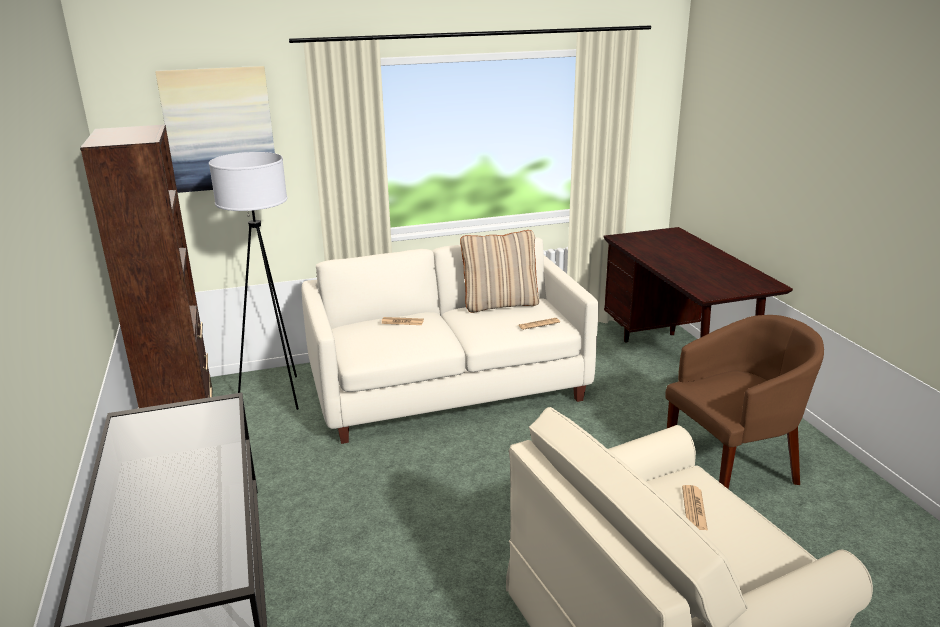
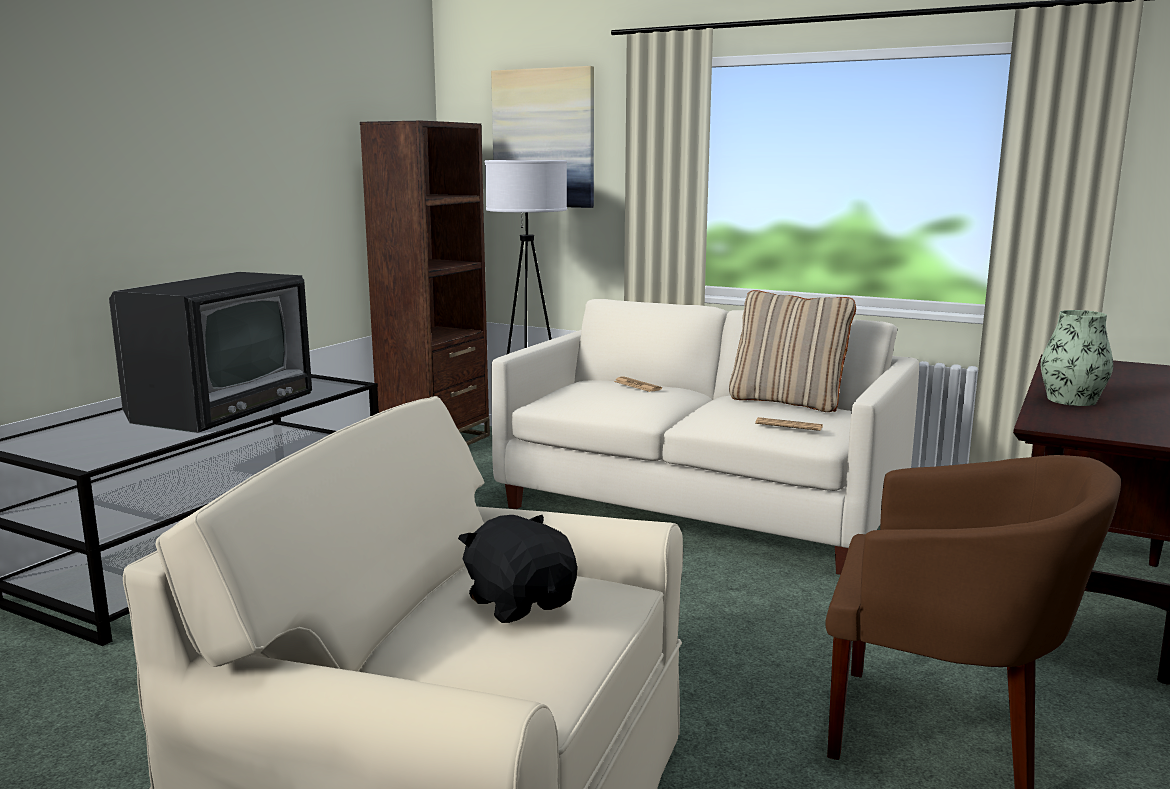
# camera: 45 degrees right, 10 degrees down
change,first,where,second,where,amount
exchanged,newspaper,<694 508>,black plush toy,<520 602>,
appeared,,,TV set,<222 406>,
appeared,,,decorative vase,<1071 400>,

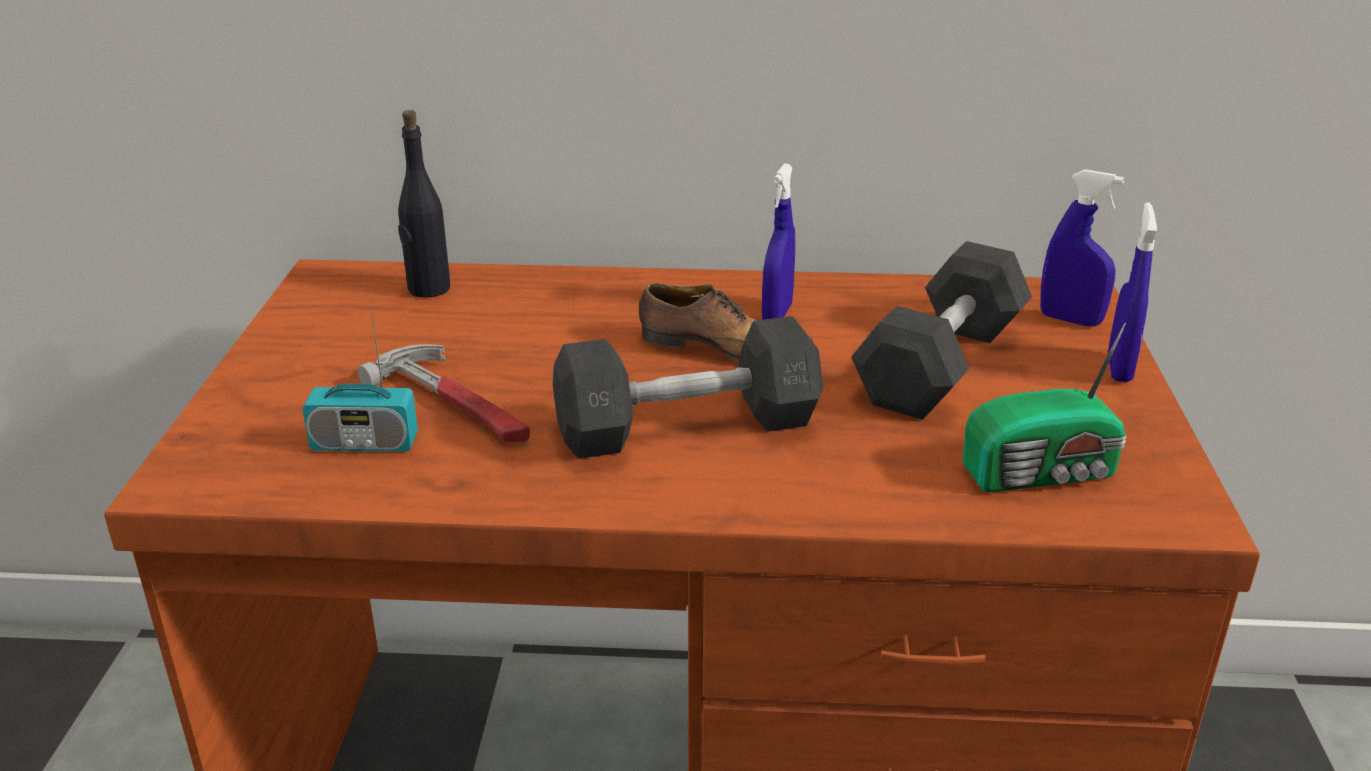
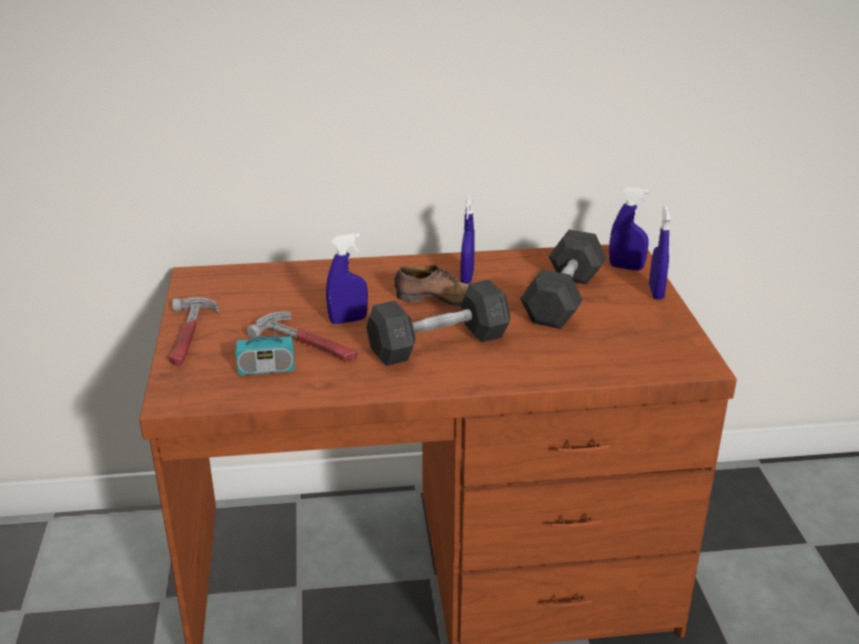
# camera: 10 degrees left, 0 degrees up
change,first,where,second,where,amount
missing,black beverage bottle,<428 289>,,,
missing,radio,<1044 473>,,,
appeared,,,blue-coloured sprayer,<348 320>,
appeared,,,hand hammer,<189 336>,

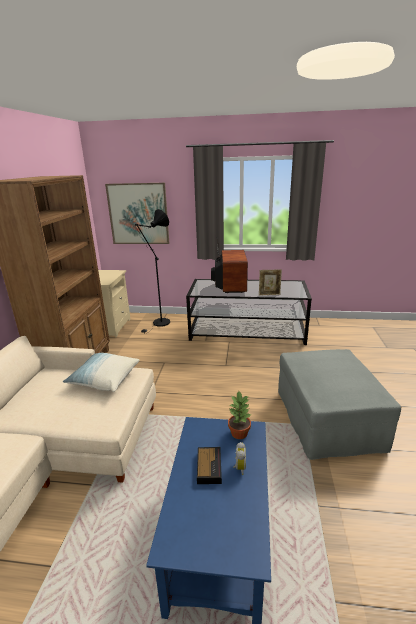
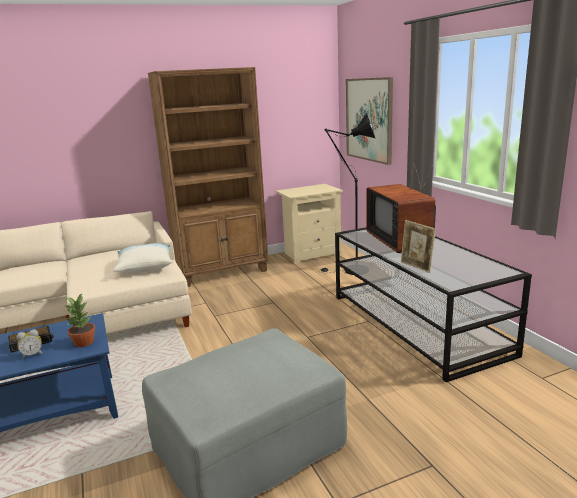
# camera: 60 degrees right, 5 degrees down
change,first,where,second,where,amount
spun,TV set,<230 287>,,<402 242>,105 degrees clockwise

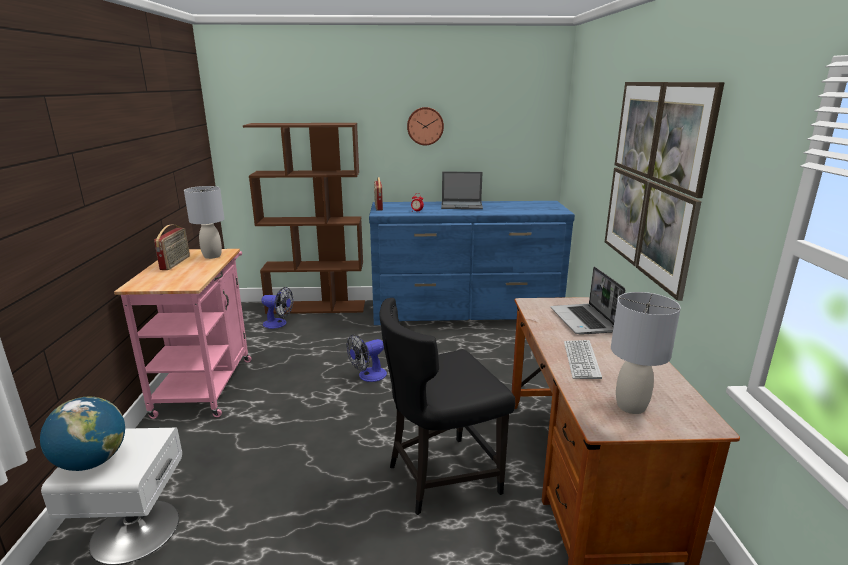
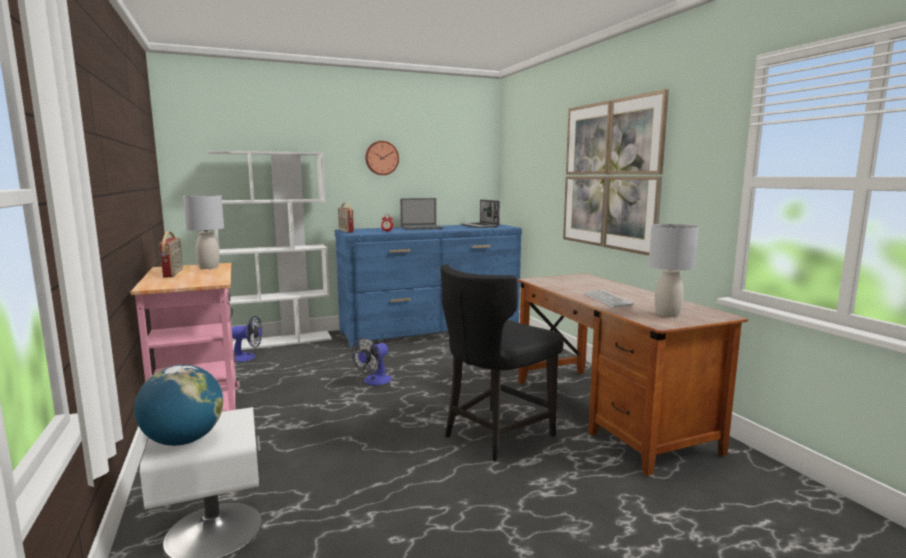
# camera: 20 degrees left, 10 degrees down
change,first,where,second,where,amount
colour,brown shelving unit,<317 307>,white-coloured shelving unit,<279 341>,
relocated,portable computer,<584 320>,,<480 226>,

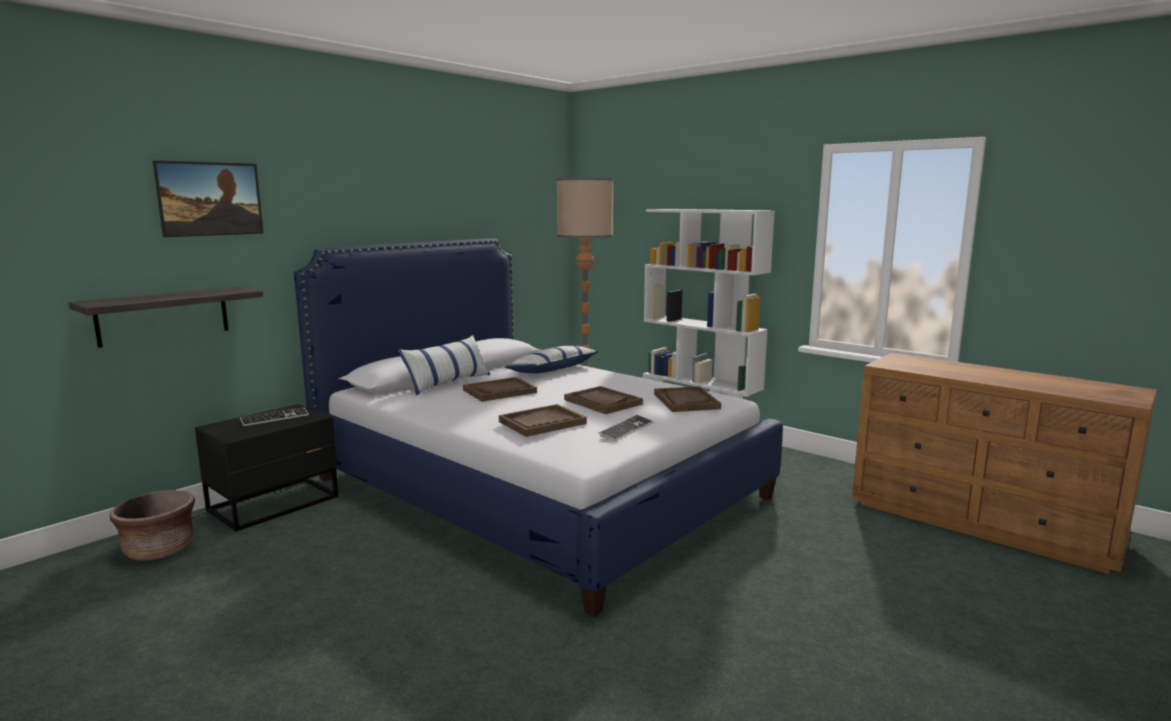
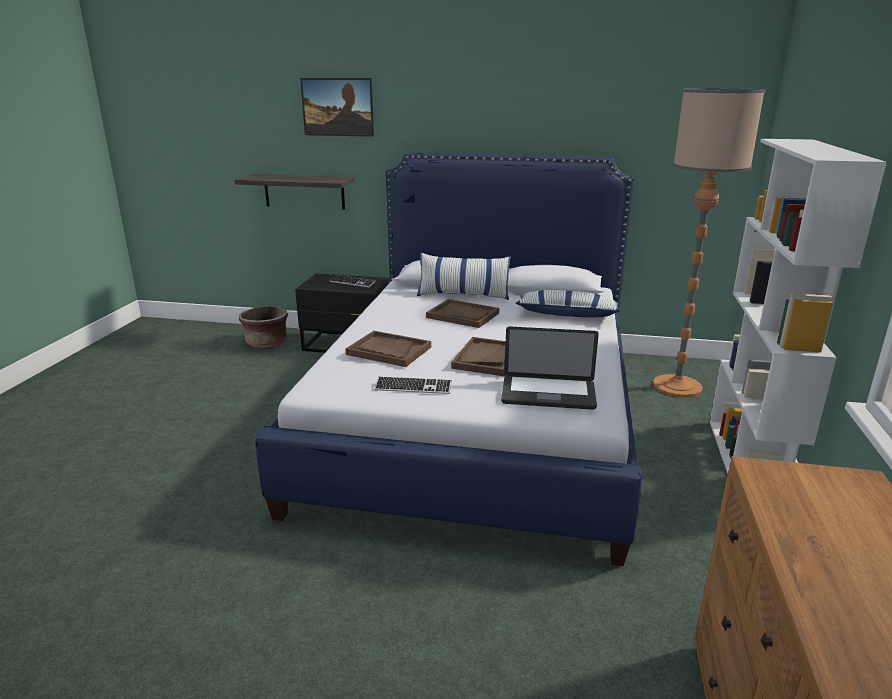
# camera: 60 degrees right, 10 degrees up
change,first,where,second,where,amount
exchanged,brown tray,<686 401>,portable computer,<548 394>,

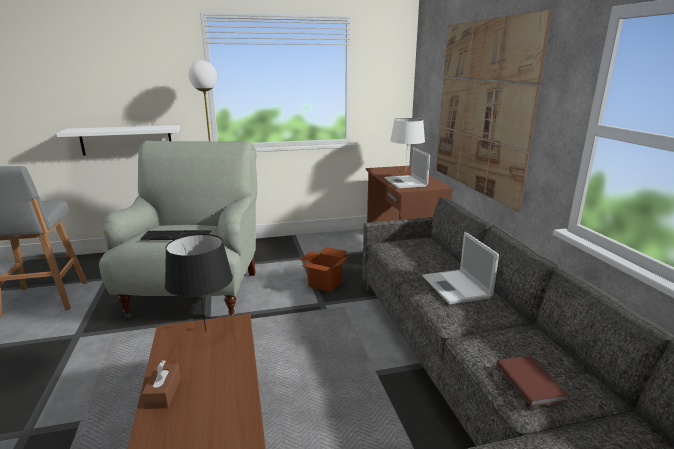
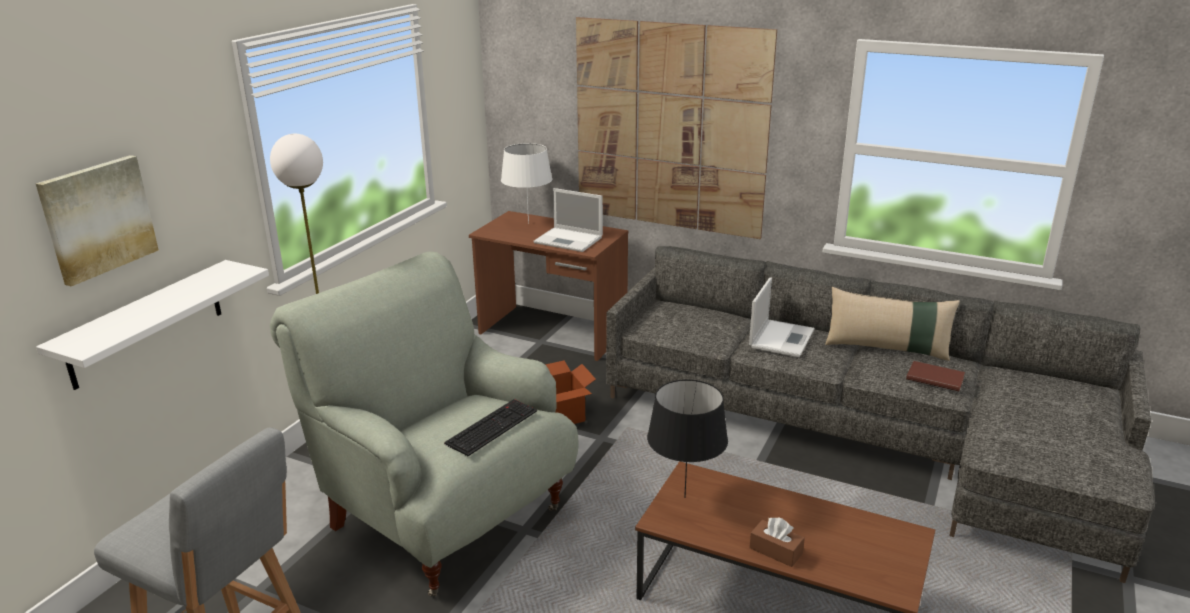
# camera: 50 degrees left, 5 degrees up
change,first,where,second,where,amount
spun,portable computer,<457 287>,,<781 338>,90 degrees counterclockwise
appeared,,,picture,<98 218>,
appeared,,,sand-coloured cushion,<887 348>,

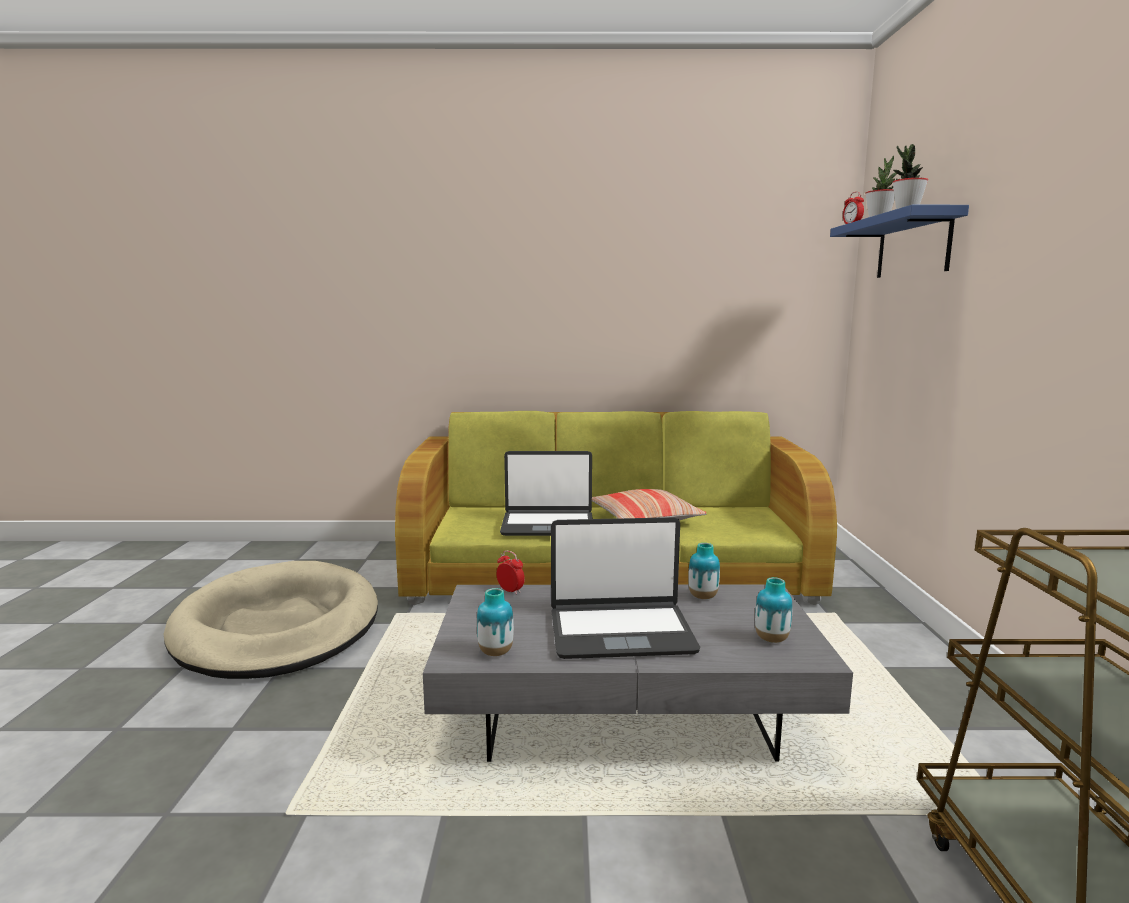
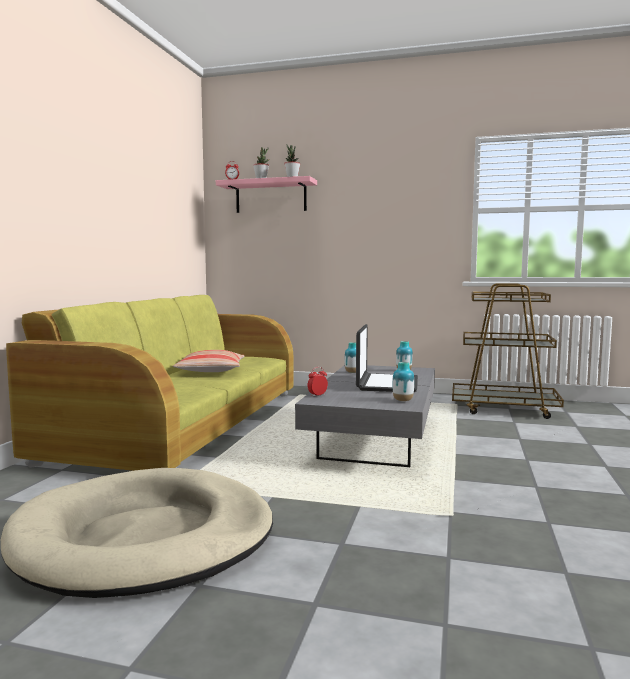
# camera: 75 degrees left, 5 degrees down
change,first,where,second,where,amount
colour,blue-coloured wall shelf,<913 246>,pink-coloured wall shelf,<271 197>,
missing,portable computer,<547 525>,,,

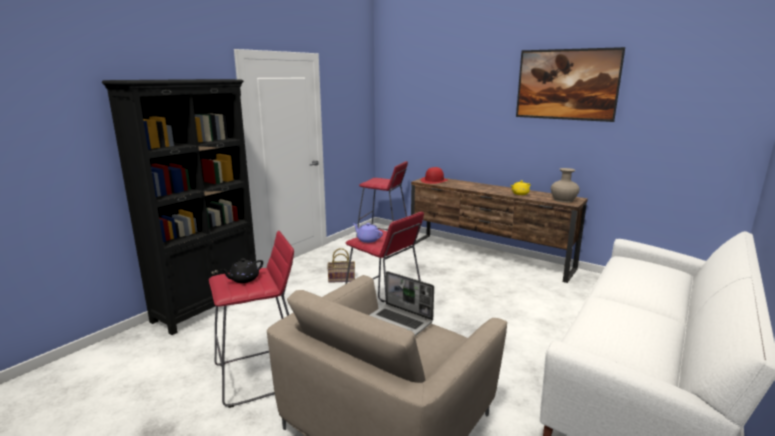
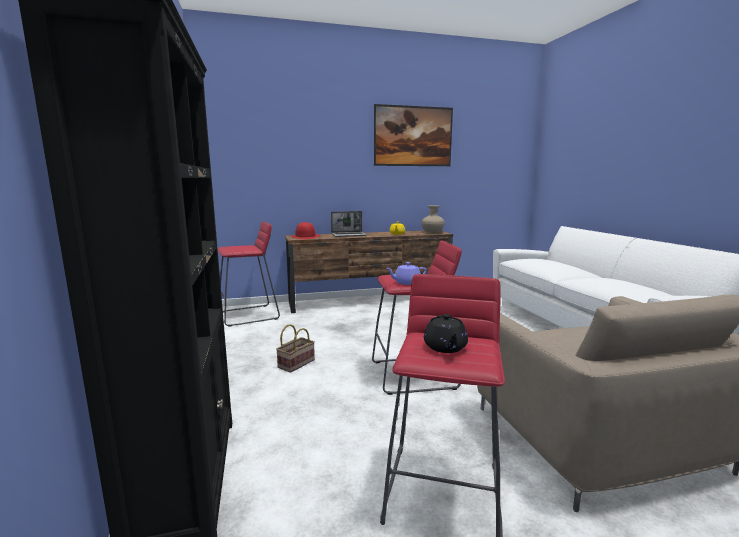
# camera: 50 degrees left, 5 degrees down
change,first,where,second,where,amount
relocated,portable computer,<399 322>,,<349 235>,

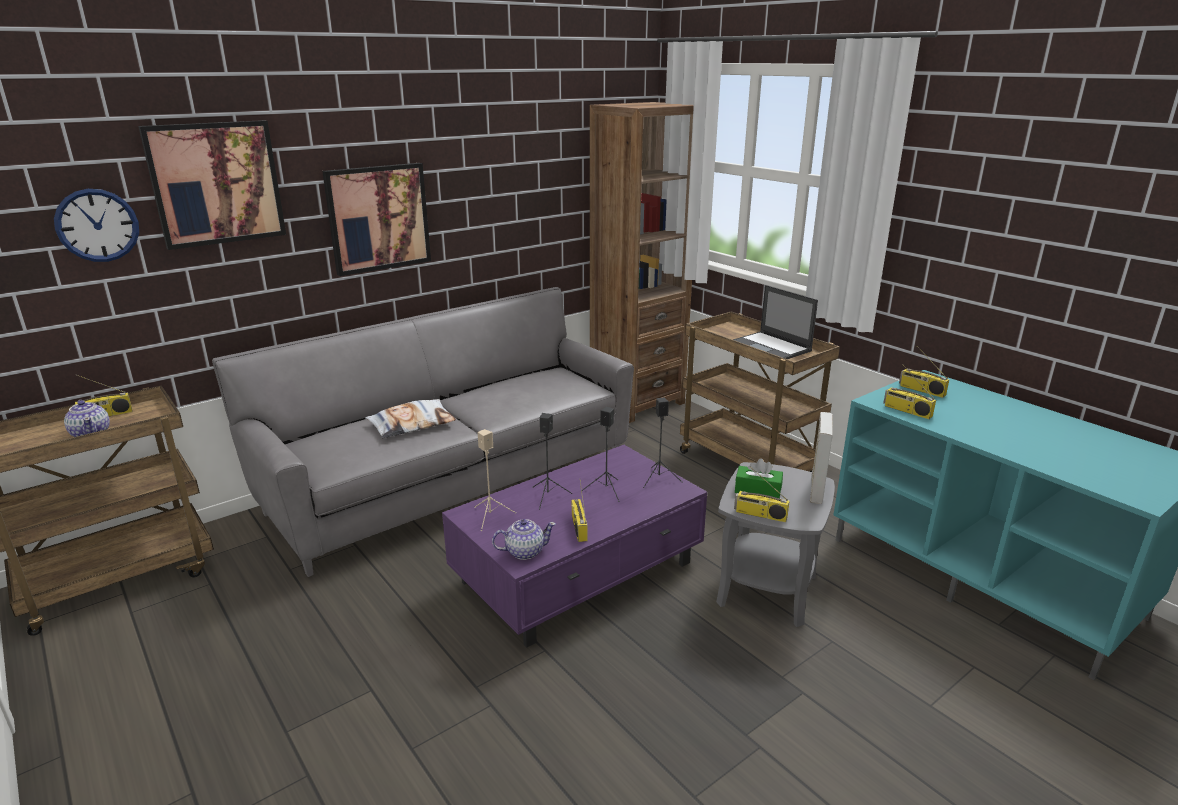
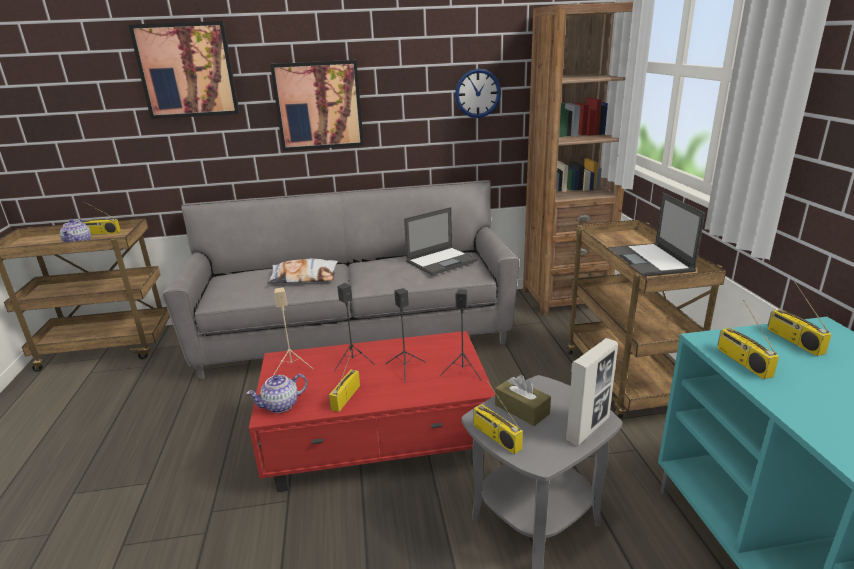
# camera: 30 degrees right, 0 degrees up
change,first,where,second,where,amount
relocated,clock on the wall,<97 225>,,<477 93>,
colour,purple low table,<580 572>,red-coloured low table,<379 438>,
colour,greenish box of tissues,<757 490>,brown box of tissues,<522 409>,
spun,teapot,<524 551>,,<281 405>,135 degrees clockwise
appeared,,,portable computer,<442 261>,

